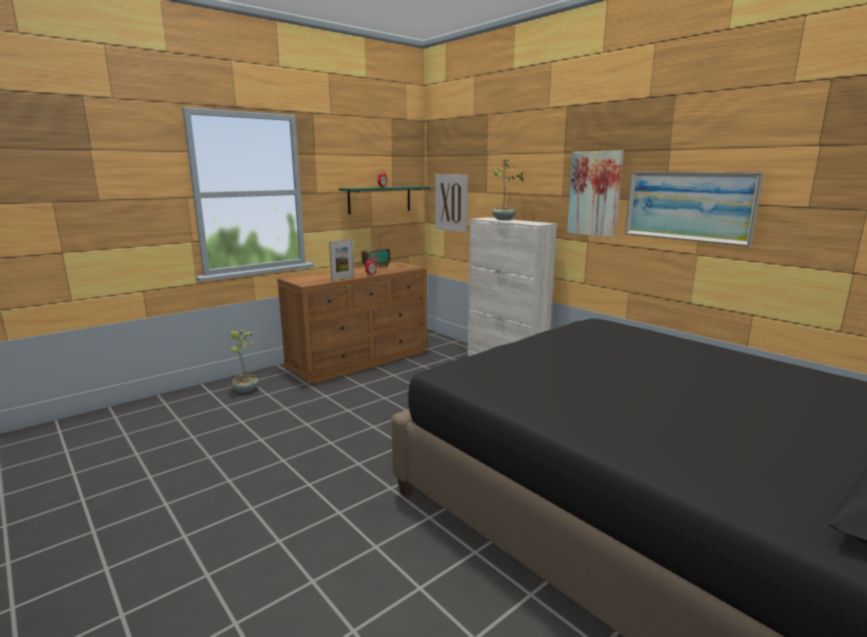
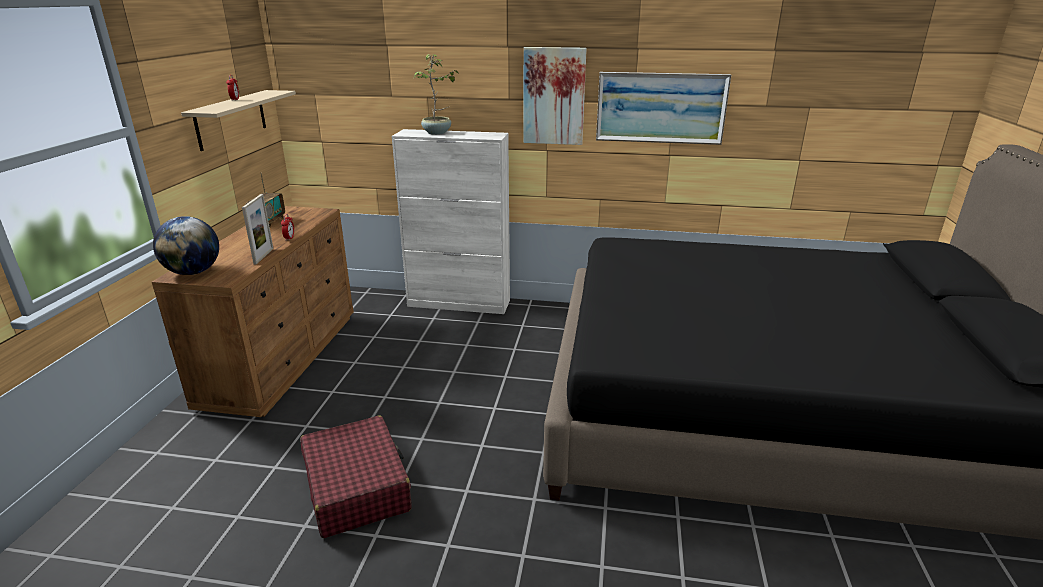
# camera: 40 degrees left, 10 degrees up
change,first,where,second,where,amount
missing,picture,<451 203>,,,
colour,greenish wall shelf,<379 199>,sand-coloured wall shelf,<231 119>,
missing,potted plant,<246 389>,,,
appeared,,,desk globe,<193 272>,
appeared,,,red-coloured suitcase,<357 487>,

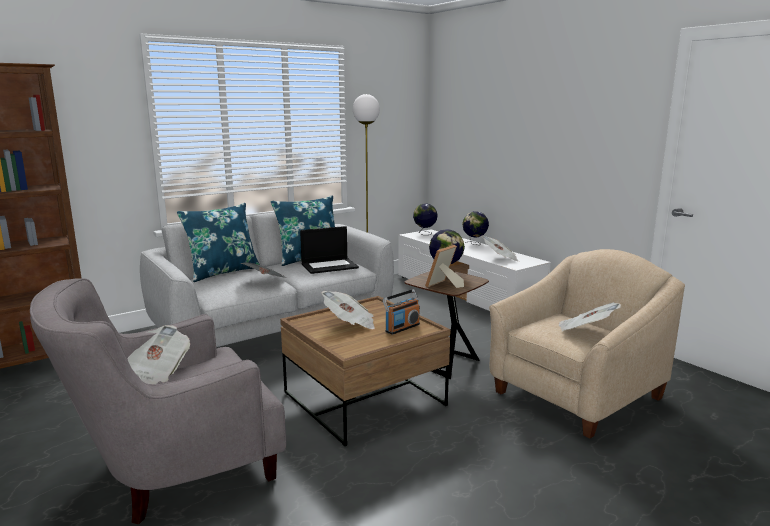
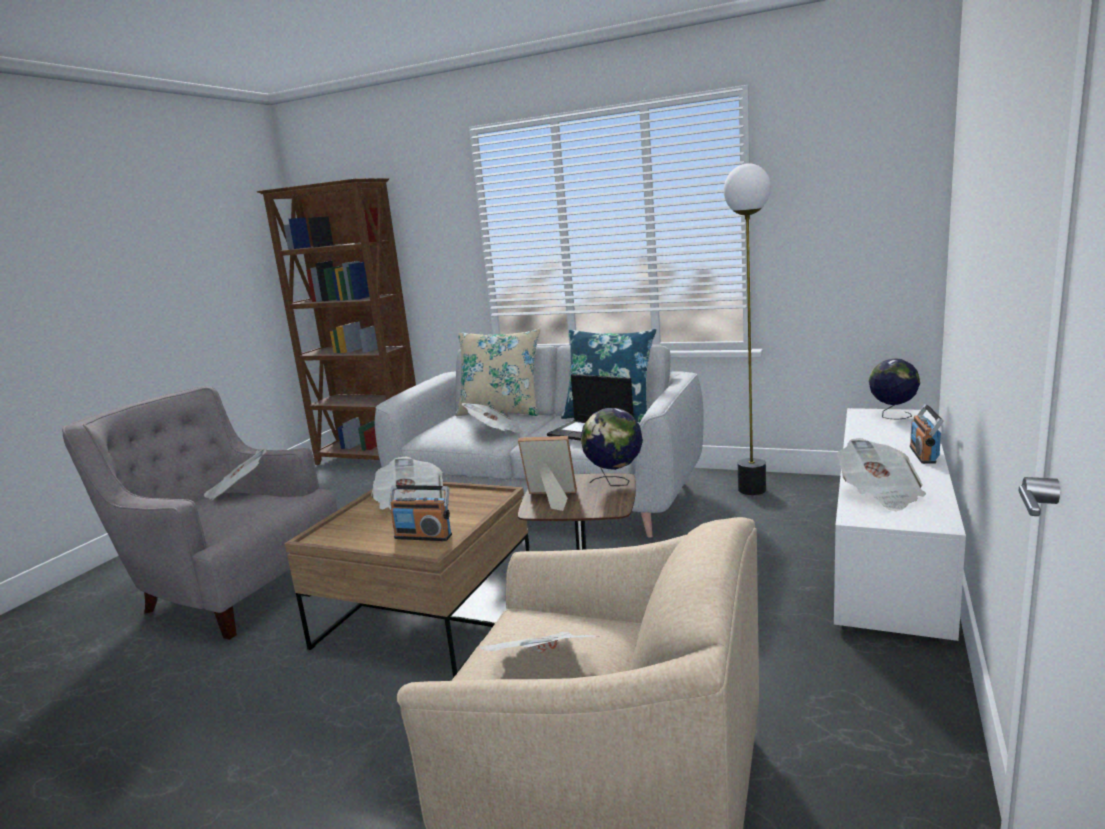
# camera: 60 degrees right, 0 degrees up
change,first,where,second,where,amount
colour,blue-coloured cushion,<223 272>,sand-coloured cushion,<501 412>,
exchanged,desk globe,<474 244>,radio,<923 455>,

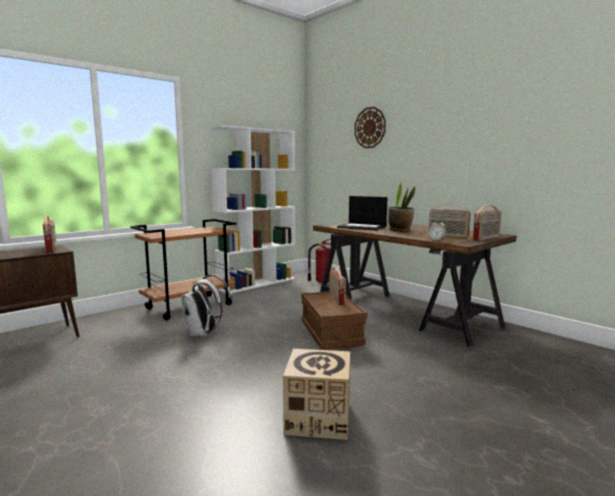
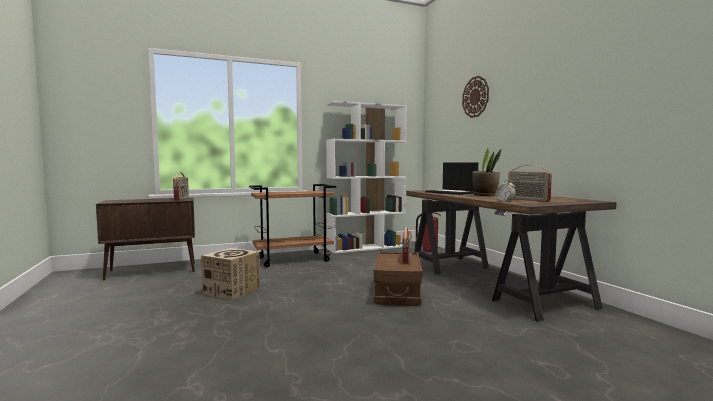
# camera: 20 degrees right, 5 degrees down
change,first,where,second,where,amount
missing,radio,<486 238>,,,
missing,white-coloured backpack,<204 334>,,,
relocated,cardboard box,<318 418>,,<232 291>,

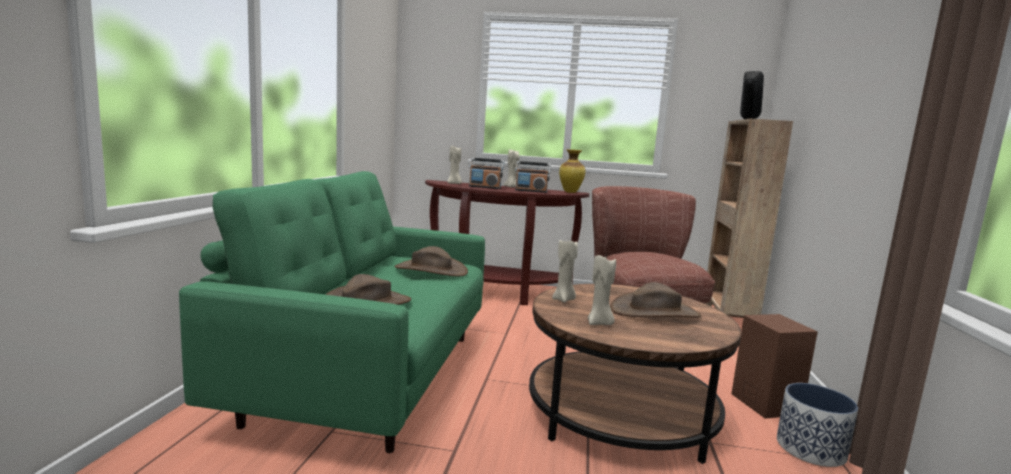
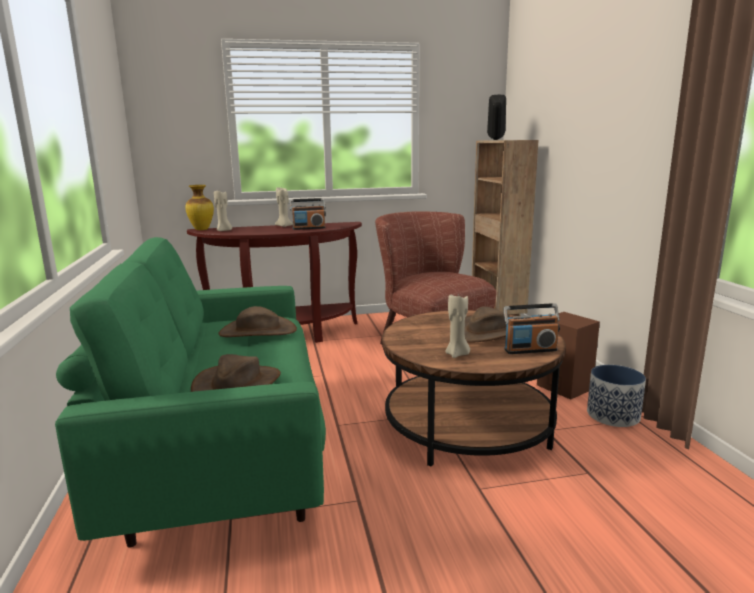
# camera: 20 degrees left, 5 degrees up
change,first,where,second,where,amount
relocated,decorative vase,<570 192>,,<202 229>,
relocated,radio,<485 187>,,<530 350>,
missing,sand-coloured wax light,<564 300>,,,

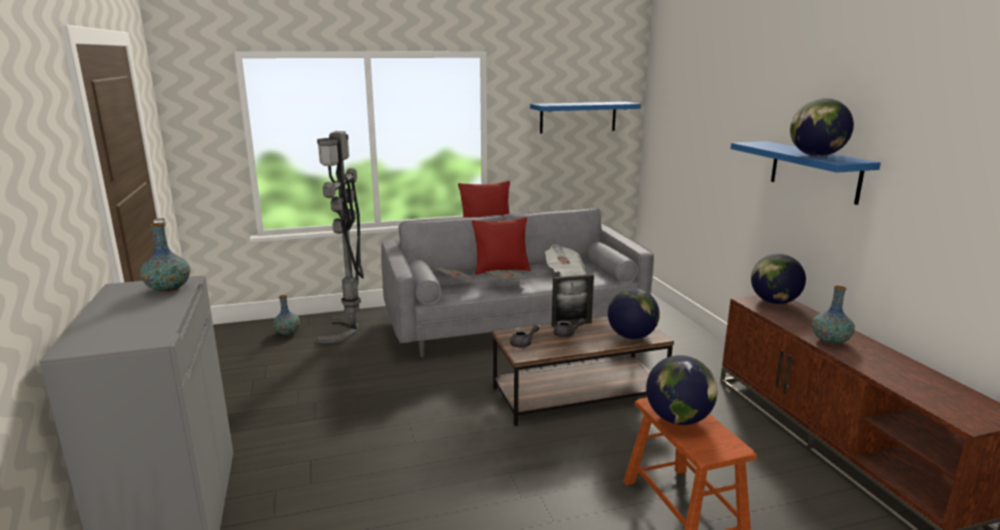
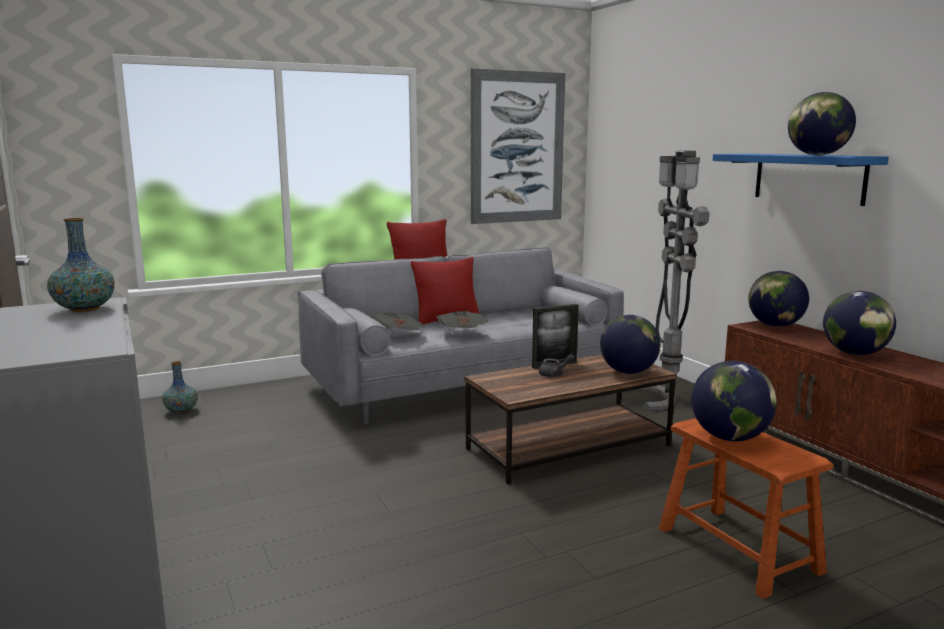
# camera: 10 degrees left, 5 degrees down
change,first,where,second,where,amount
exchanged,blue-coloured wall shelf,<578 117>,picture,<517 147>,
relocated,grey standard lamp,<349 331>,,<663 397>,
missing,newspaper,<565 273>,,,
exchanged,decorative vase,<830 341>,desk globe,<855 353>,
missing,grey teapot,<524 344>,,,

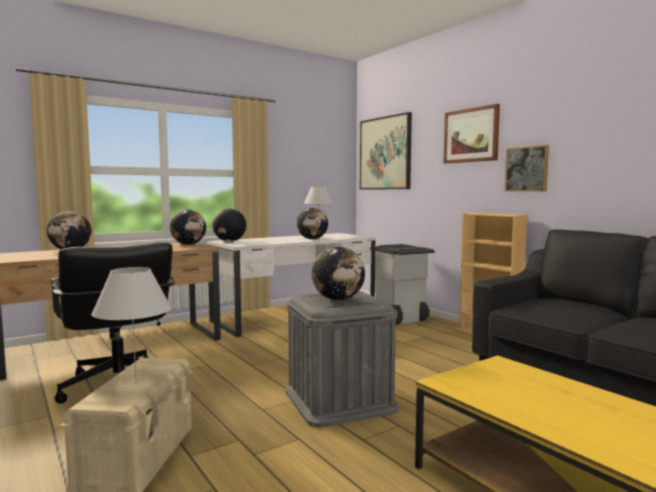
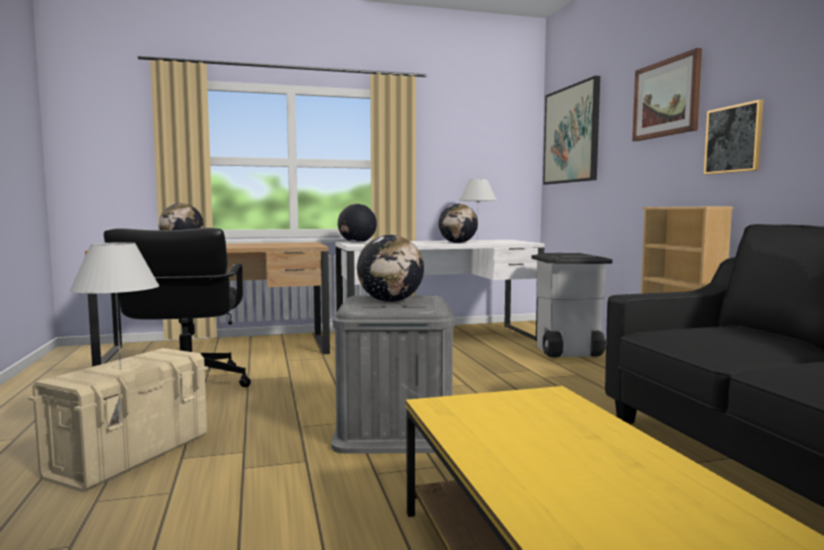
# camera: 20 degrees right, 0 degrees up
change,first,where,second,where,amount
missing,desk globe,<188 244>,,,

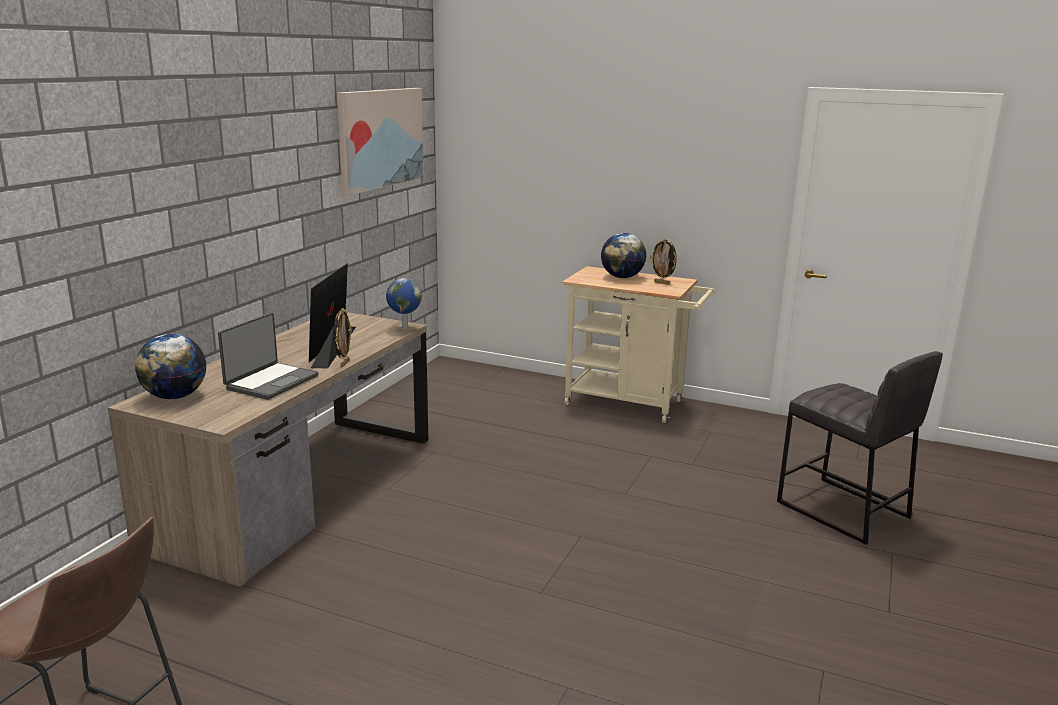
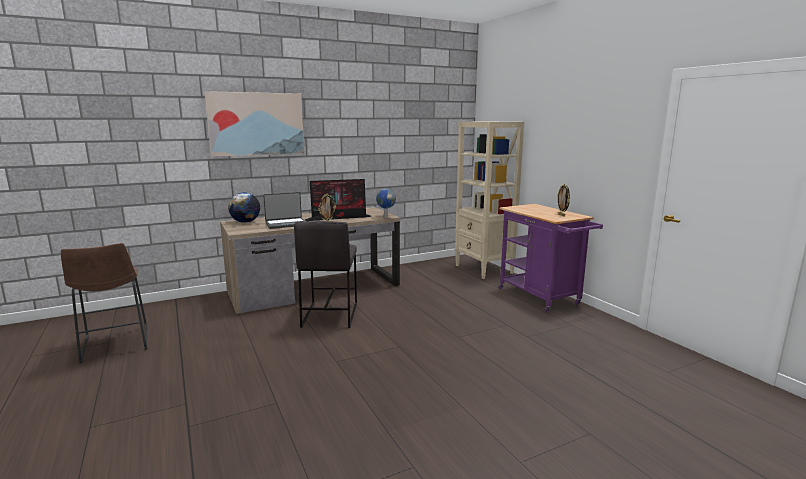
# camera: 40 degrees right, 5 degrees down
change,first,where,second,where,amount
relocated,picture,<380 138>,,<256 124>,
missing,desk globe,<622 277>,,,
spun,monitor,<334 346>,,<340 218>,150 degrees counterclockwise
colour,sand-coloured wheeled cart,<631 404>,purple wheeled cart,<542 298>,
relocated,grey stool,<843 510>,,<329 315>,
appeared,,,sand-coloured shelving unit,<484 269>,

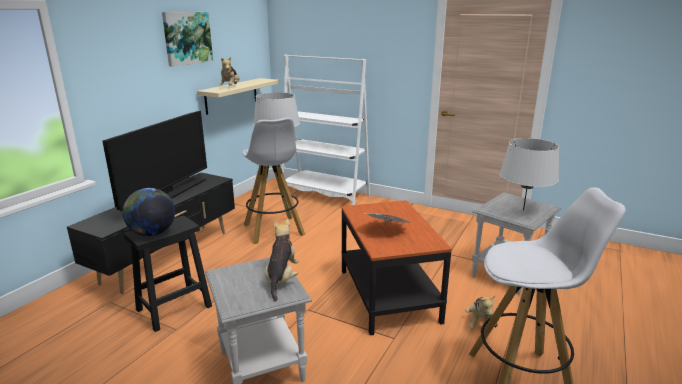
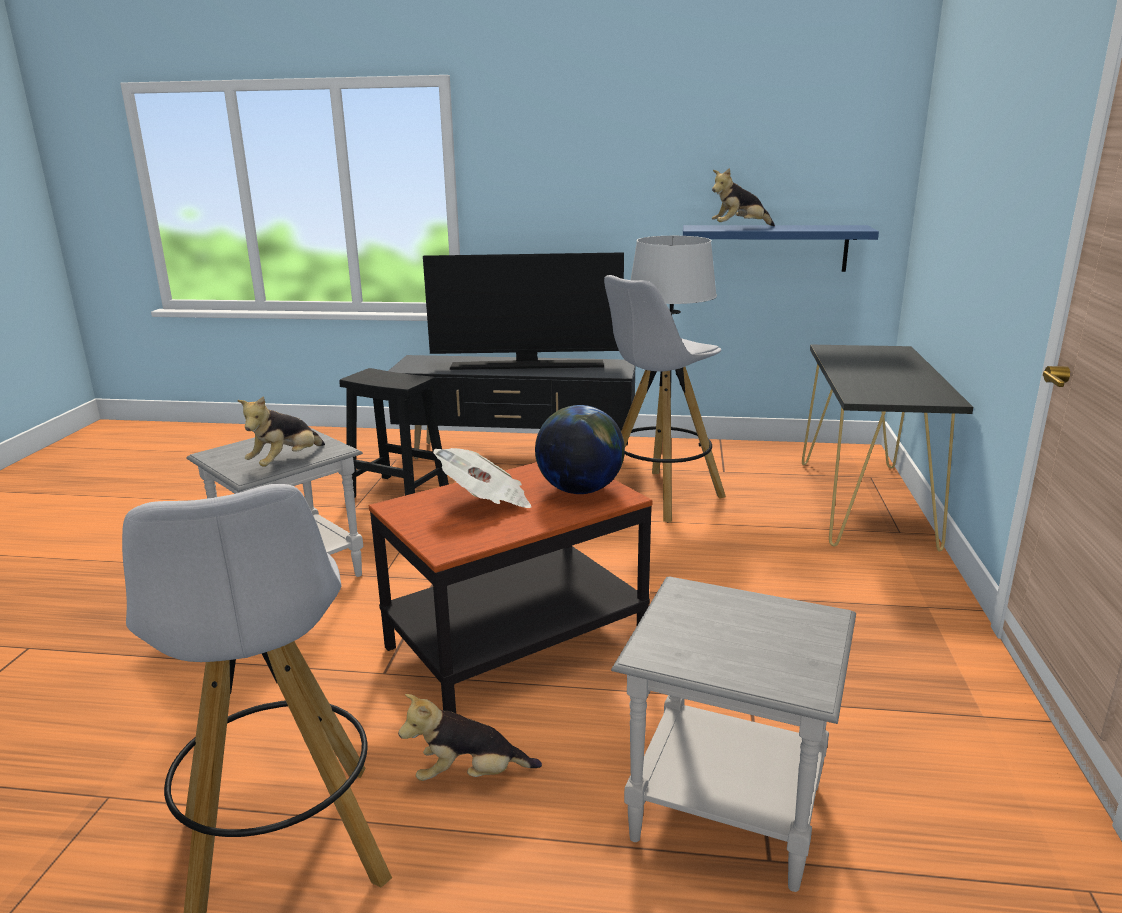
# camera: 70 degrees right, 0 degrees up
change,first,where,second,where,amount
missing,picture,<187 38>,,,
exchanged,white-coloured shelving unit,<325 195>,black console table,<864 503>,
colour,sand-coloured wall shelf,<231 95>,blue-coloured wall shelf,<772 248>,
missing,grey table lamp,<523 210>,,,
relocated,desk globe,<152 233>,,<579 490>,
spun,plush toy,<281 279>,,<286 462>,135 degrees clockwise

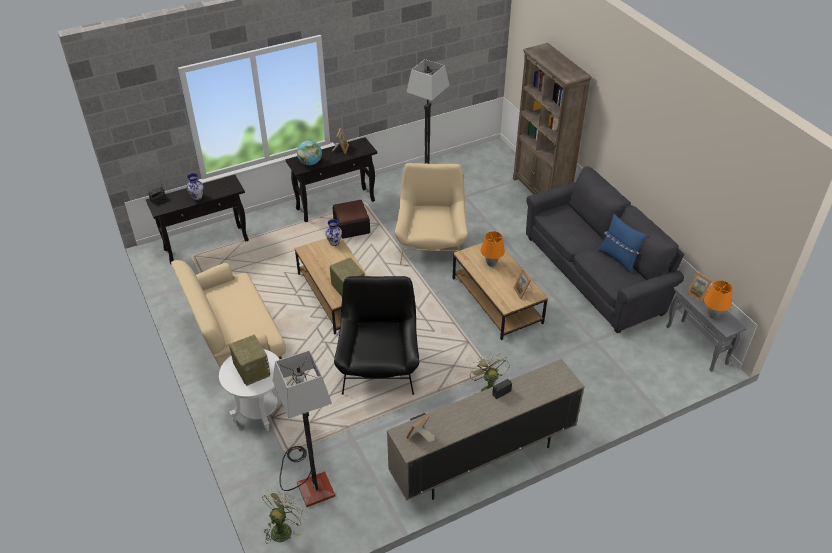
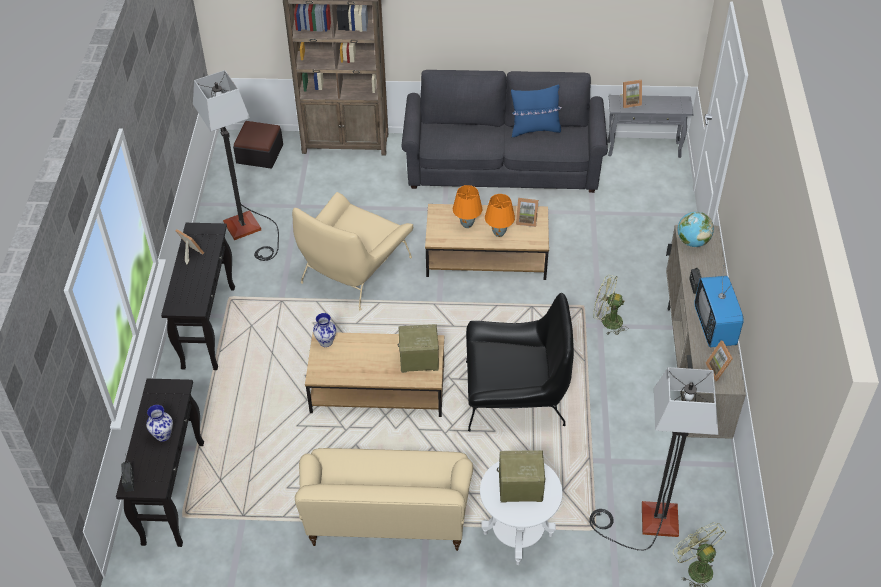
# camera: 60 degrees left, 5 degrees up
change,first,where,second,where,amount
relocated,desk globe,<310 163>,,<692 242>,
spun,sand-coloured lounge chair,<431 243>,,<354 269>,90 degrees counterclockwise
relocated,ottoman,<351 227>,,<260 154>,
spun,black lounge chair,<379 364>,,<515 395>,150 degrees clockwise
relocated,orange-coloured table lamp,<712 315>,,<498 233>,
appeared,,,TV set,<715 327>,

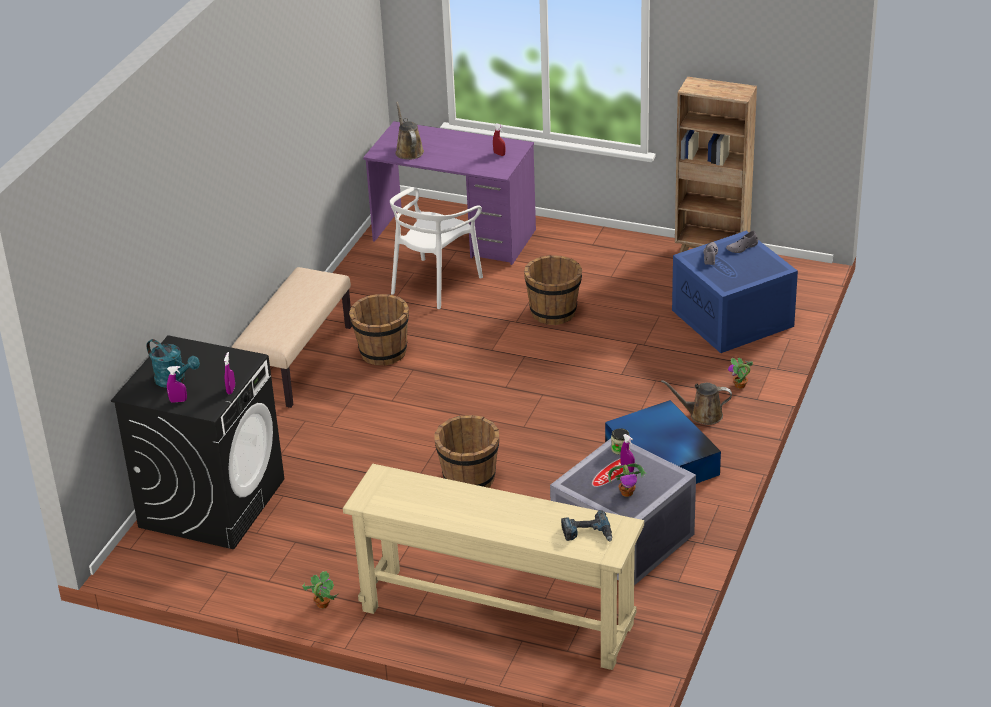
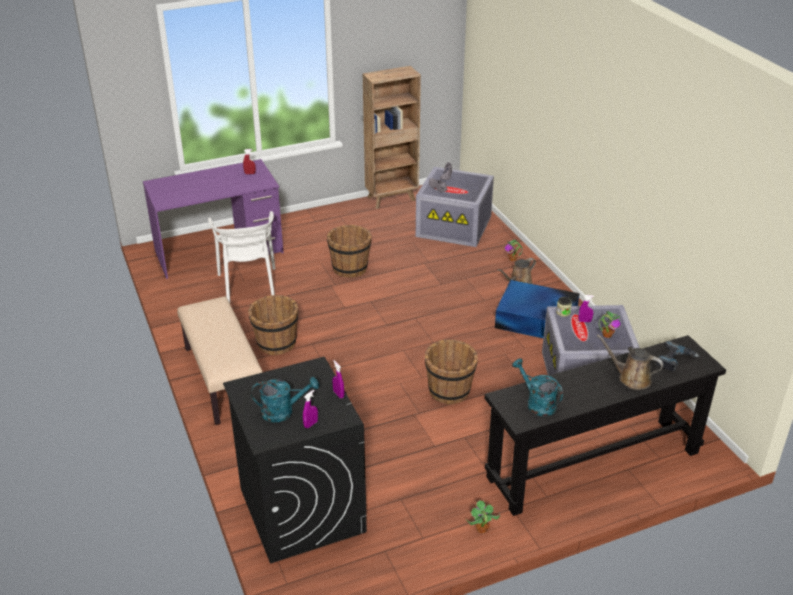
# camera: 45 degrees left, 0 degrees up
change,first,where,second,where,amount
relocated,brown sprinkling can,<408 151>,,<631 378>,
colour,blue-coloured storage box,<734 318>,grey storage box,<455 226>,
colour,sand-coloured console table,<497 617>,black console table,<593 464>,
appeared,,,turquoise-coloured sprinkling can,<537 403>,

